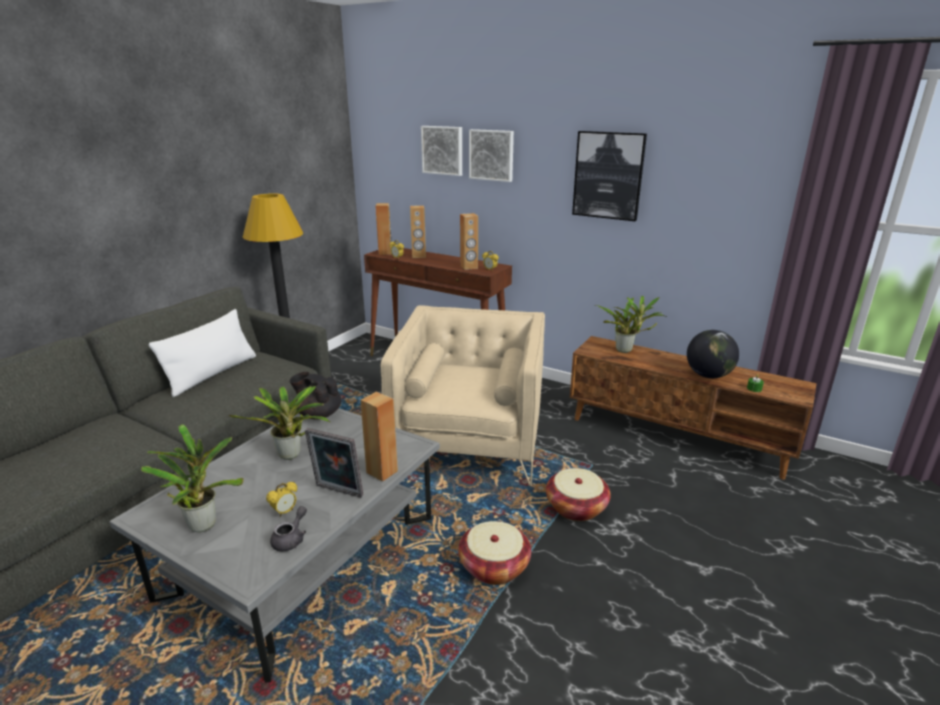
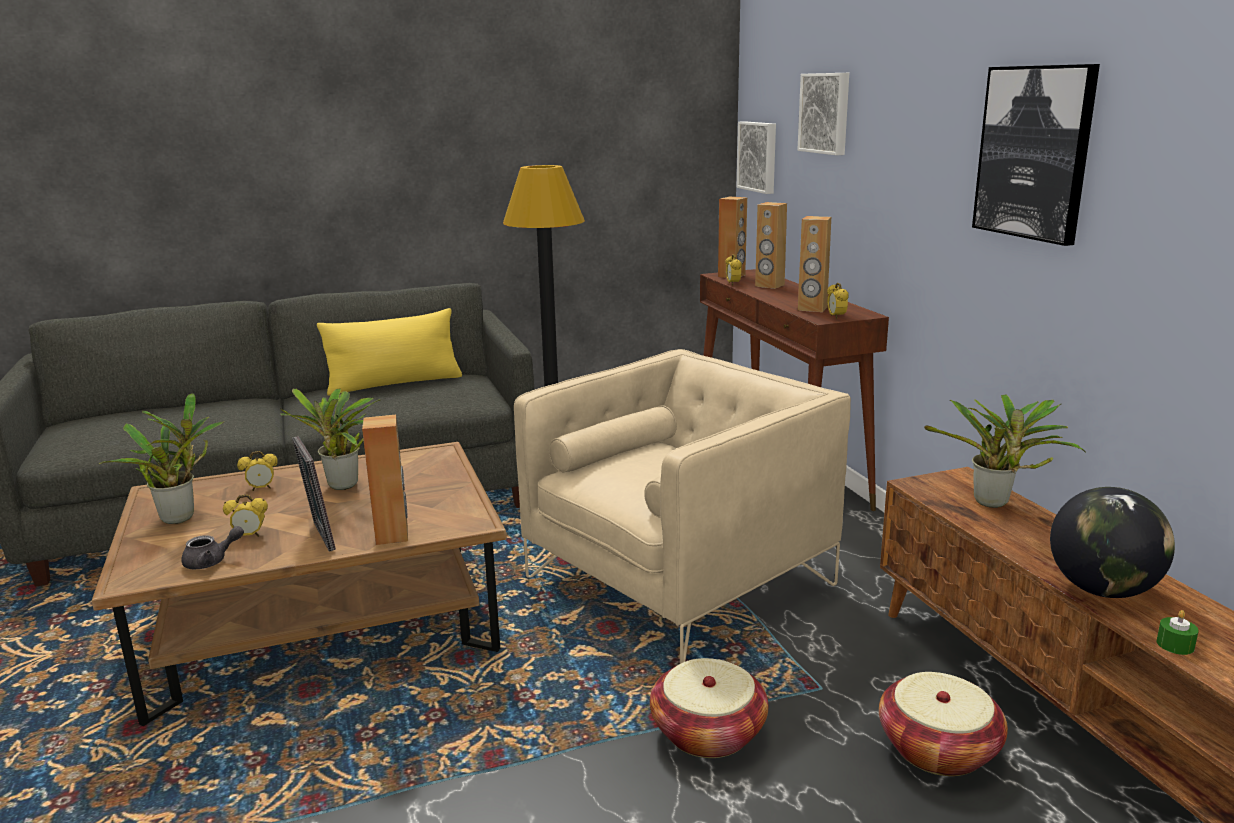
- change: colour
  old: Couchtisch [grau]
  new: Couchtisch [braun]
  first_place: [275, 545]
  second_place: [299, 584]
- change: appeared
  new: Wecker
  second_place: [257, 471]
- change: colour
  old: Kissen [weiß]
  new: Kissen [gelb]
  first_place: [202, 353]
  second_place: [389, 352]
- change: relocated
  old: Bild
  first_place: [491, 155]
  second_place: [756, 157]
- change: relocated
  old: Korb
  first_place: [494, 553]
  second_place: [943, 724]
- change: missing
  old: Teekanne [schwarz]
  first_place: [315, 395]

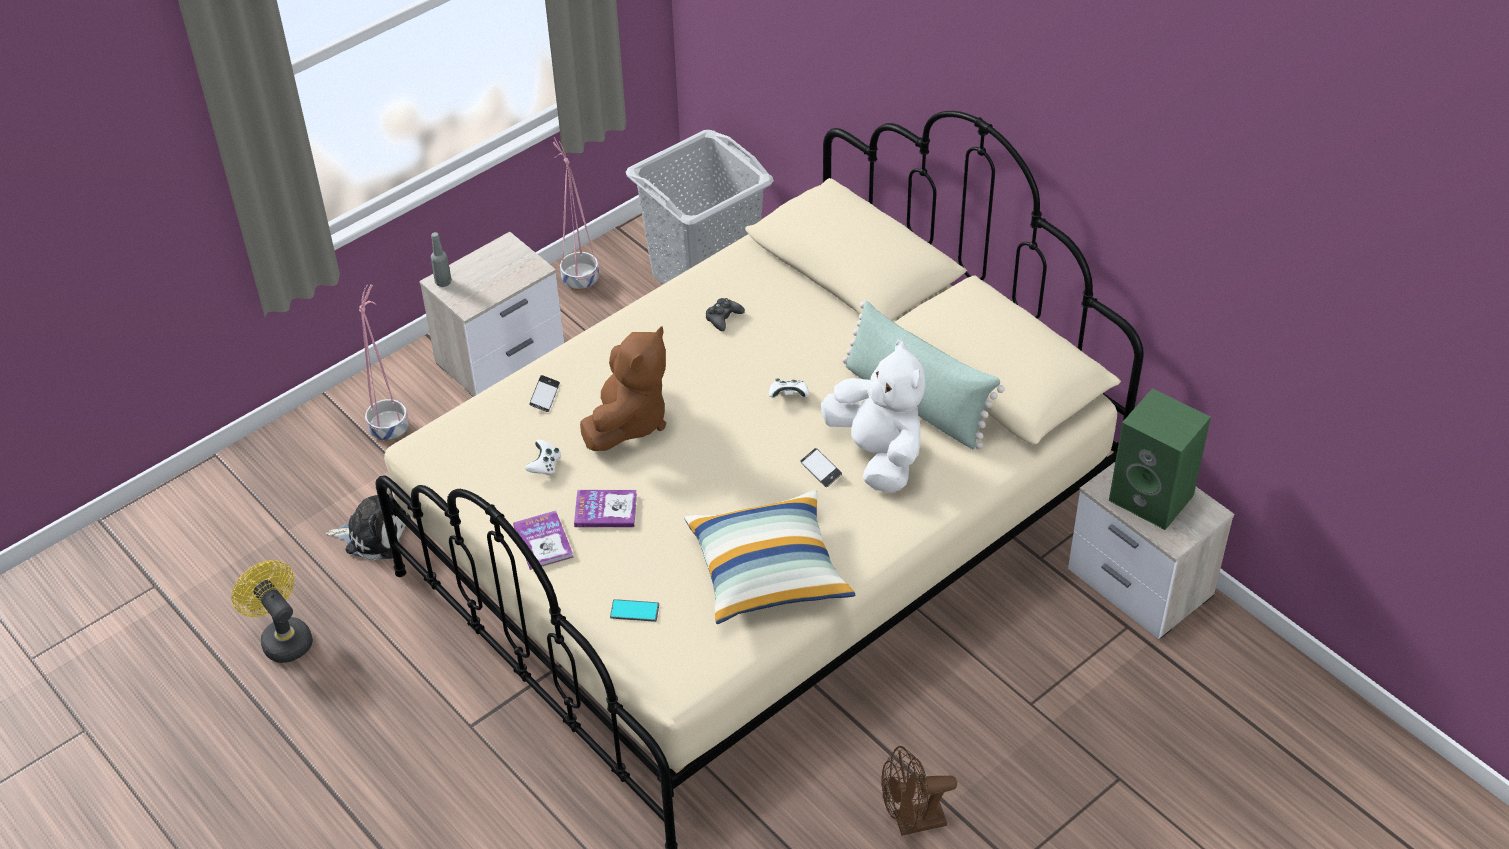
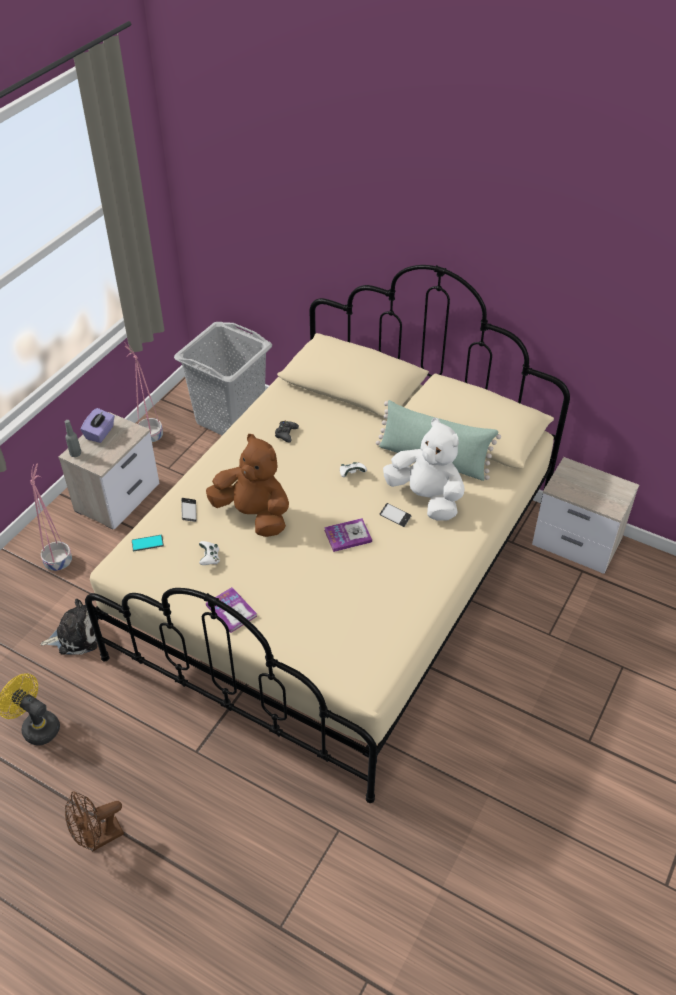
- change: relocated
  old: Ventilator [braun]
  first_place: [919, 791]
  second_place: [94, 821]
- change: appeared
  new: Taschentuchbox [lila]
  second_place: [98, 425]
- change: relocated
  old: Handy
  first_place: [634, 610]
  second_place: [148, 543]
- change: spun
  old: Plüschtier [braun]
  first_place: [623, 388]
  second_place: [247, 485]
  degrees: -60
- change: relocated
  old: Buch
  first_place: [605, 508]
  second_place: [348, 535]
- change: missing
  old: Kissen
  first_place: [770, 557]
- change: missing
  old: Lautsprecher [grün]
  first_place: [1160, 459]

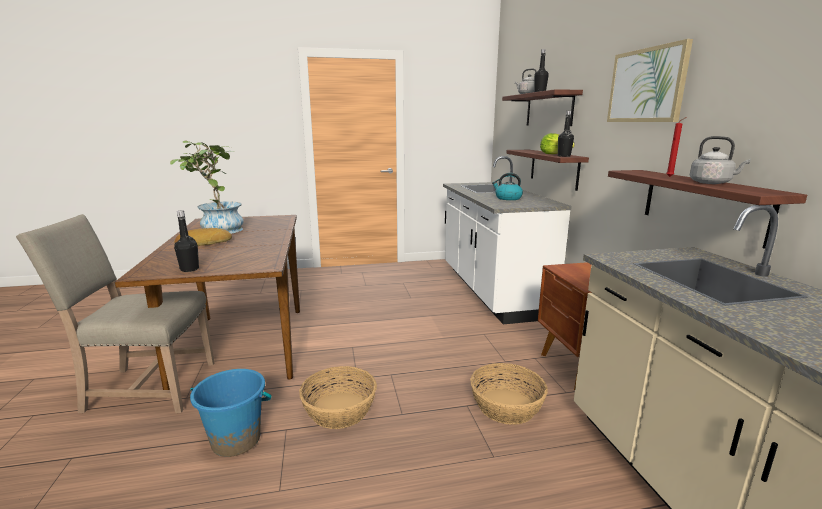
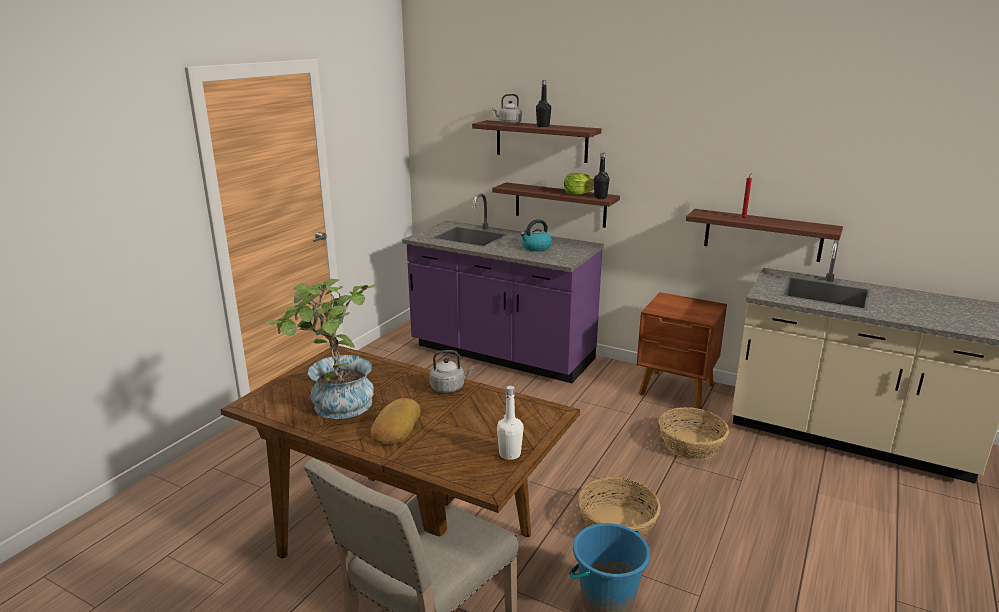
- change: colour
  old: Küchenzeile [weiß]
  new: Küchenzeile [lila]
  first_place: [507, 240]
  second_place: [503, 288]
- change: relocated
  old: Wasserkessel [grau]
  first_place: [720, 160]
  second_place: [451, 371]
- change: colour
  old: Flasche [schwarz]
  new: Flasche [weiß]
  first_place: [186, 241]
  second_place: [510, 423]
- change: missing
  old: Bild
  first_place: [650, 80]

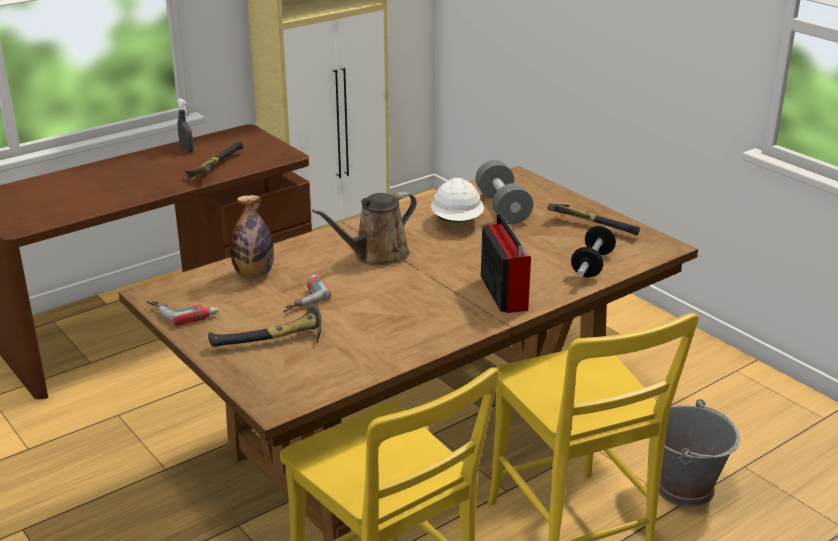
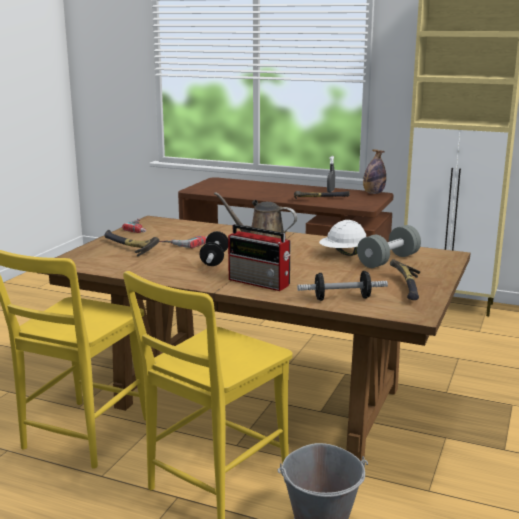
- change: appeared
  new: Hantel
  second_place: [213, 248]
- change: spun
  old: Radio
  first_place: [506, 263]
  second_place: [259, 257]
  degrees: 75
- change: relocated
  old: Flasche
  first_place: [252, 237]
  second_place: [374, 171]

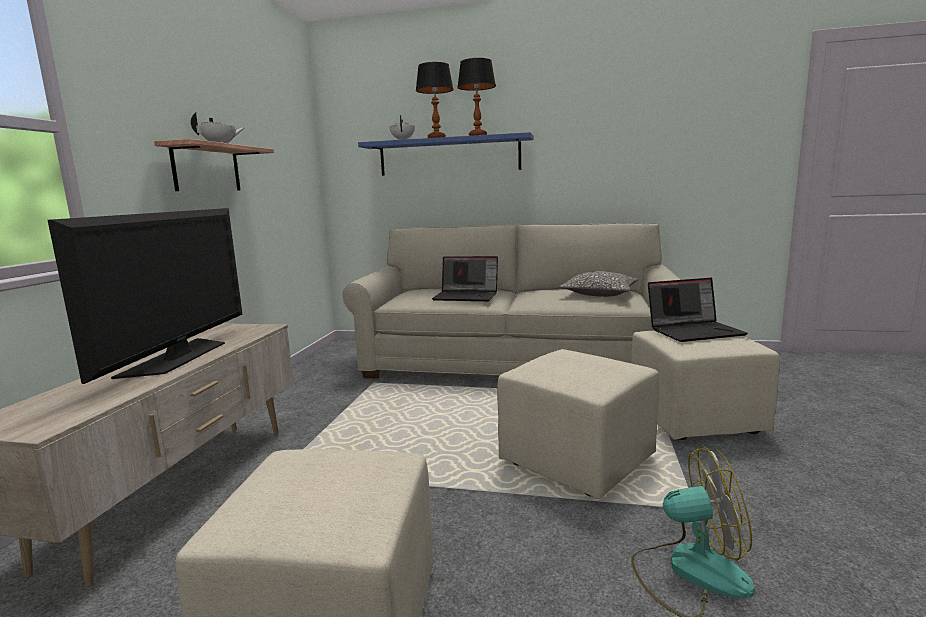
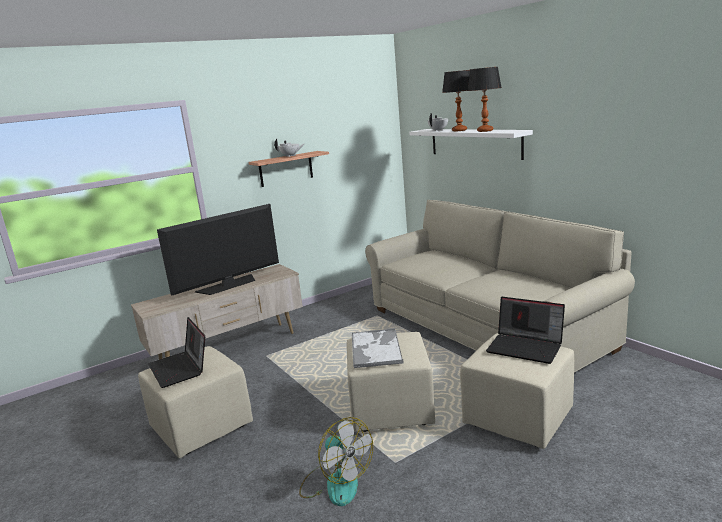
- change: relocated
  old: Laptop
  first_place: [465, 278]
  second_place: [176, 352]
- change: appeared
  new: Tablett
  second_place: [377, 348]
- change: colour
  old: Wandregal [blau]
  new: Wandregal [weiß]
  first_place: [445, 154]
  second_place: [471, 144]
- change: missing
  old: Kissen
  first_place: [598, 284]

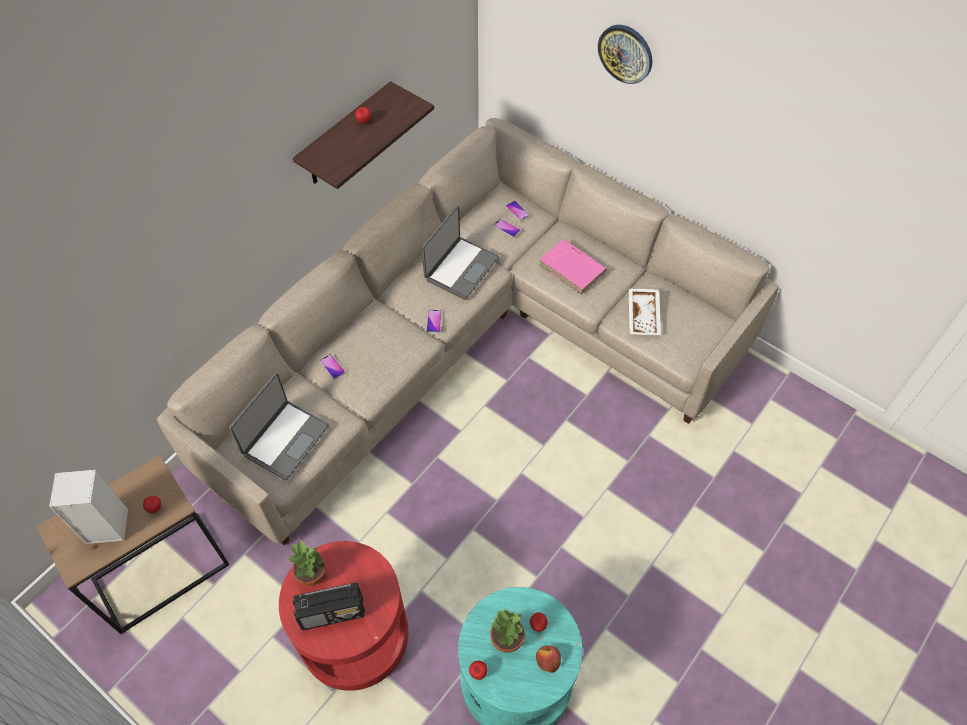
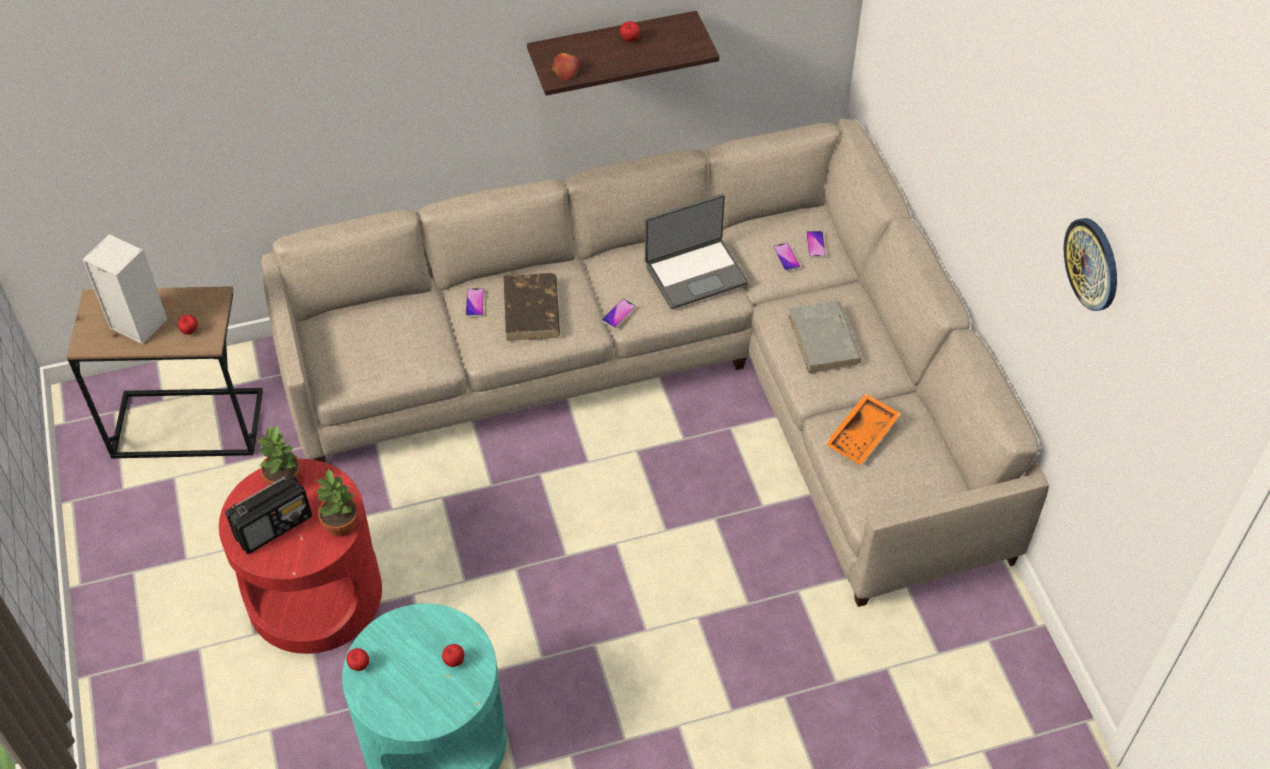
- change: spun
  old: Radio
  first_place: [329, 606]
  second_place: [268, 514]
  degrees: -60
- change: relocated
  old: Topfpflanze
  first_place: [507, 630]
  second_place: [337, 502]
- change: appeared
  new: Buch [braun]
  second_place: [532, 307]
- change: relocated
  old: Apfel
  first_place: [548, 659]
  second_place: [566, 67]
- change: colour
  old: Buch [rosa]
  new: Buch [grau]
  first_place: [573, 267]
  second_place: [825, 337]
- change: colour
  old: Tablett [weiß]
  new: Tablett [orange]
  first_place: [645, 311]
  second_place: [863, 429]
- change: relocated
  old: Wanduhr
  first_place: [625, 54]
  second_place: [1090, 264]
- change: missing
  old: Laptop
  first_place: [279, 426]

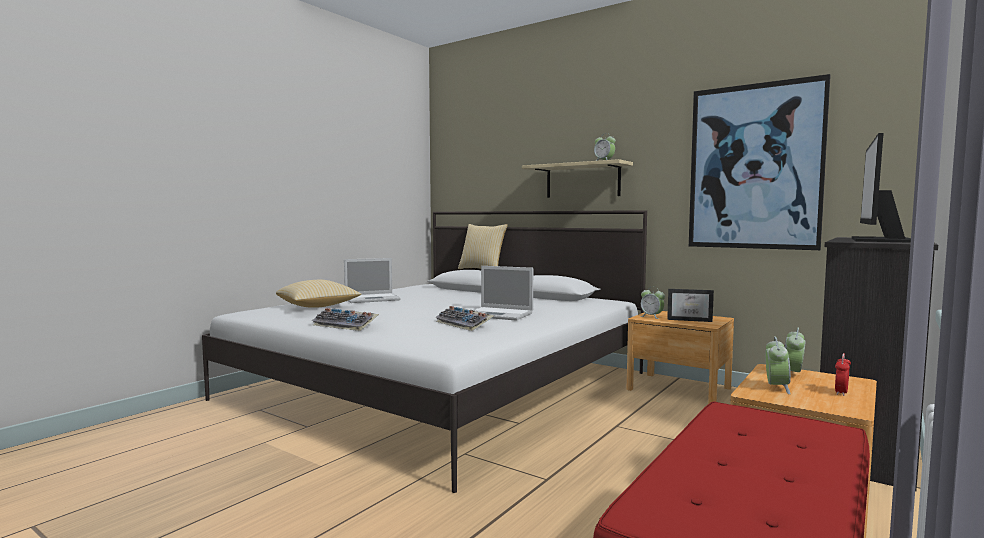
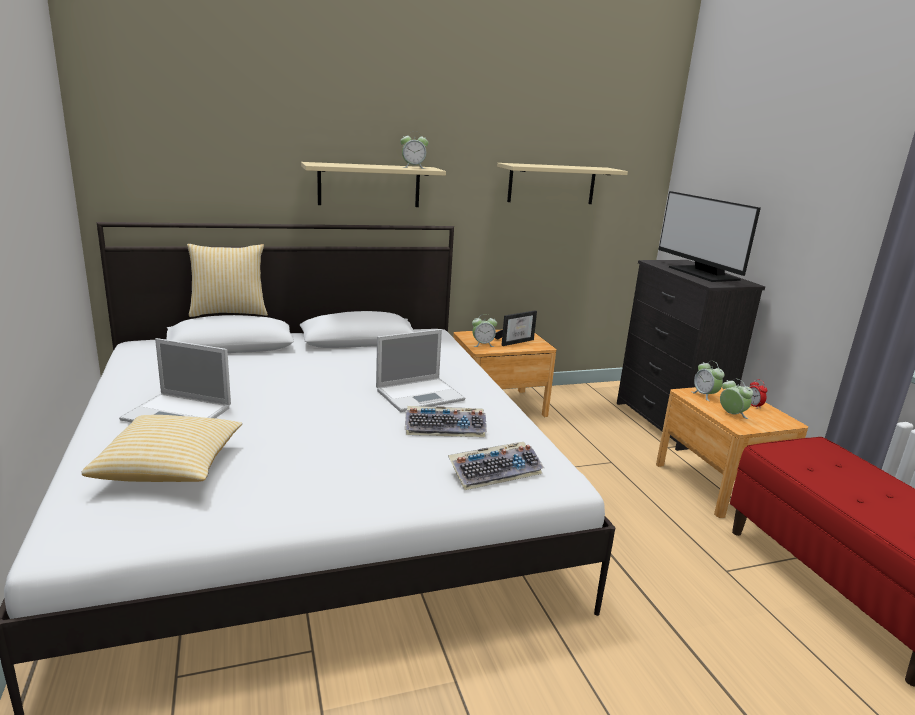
- change: spun
  old: Laptop
  first_place: [372, 280]
  second_place: [175, 380]
  degrees: 90
- change: relocated
  old: Tastatur
  first_place: [345, 319]
  second_place: [496, 466]
- change: exchanged
  old: Bild
  new: Wandregal [beige]
  first_place: [760, 162]
  second_place: [562, 183]

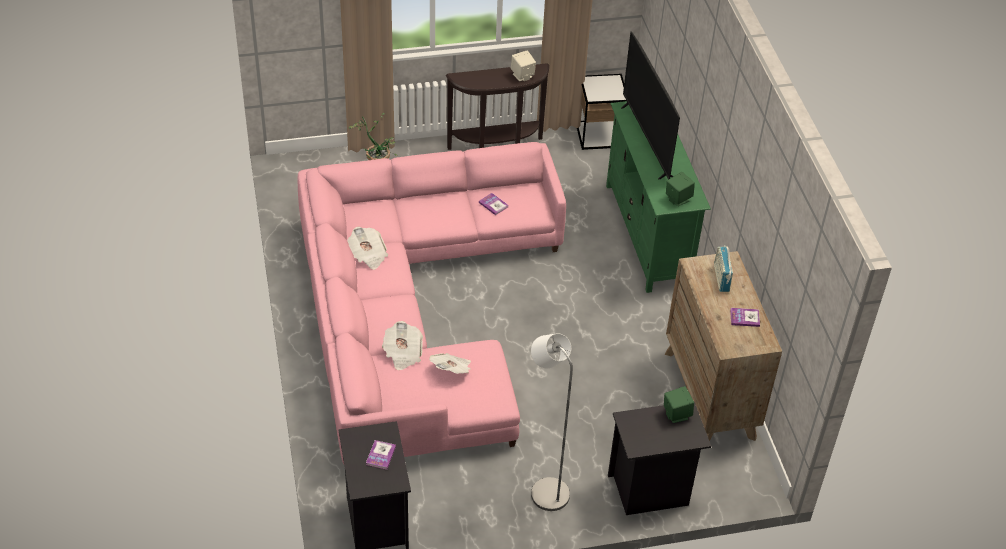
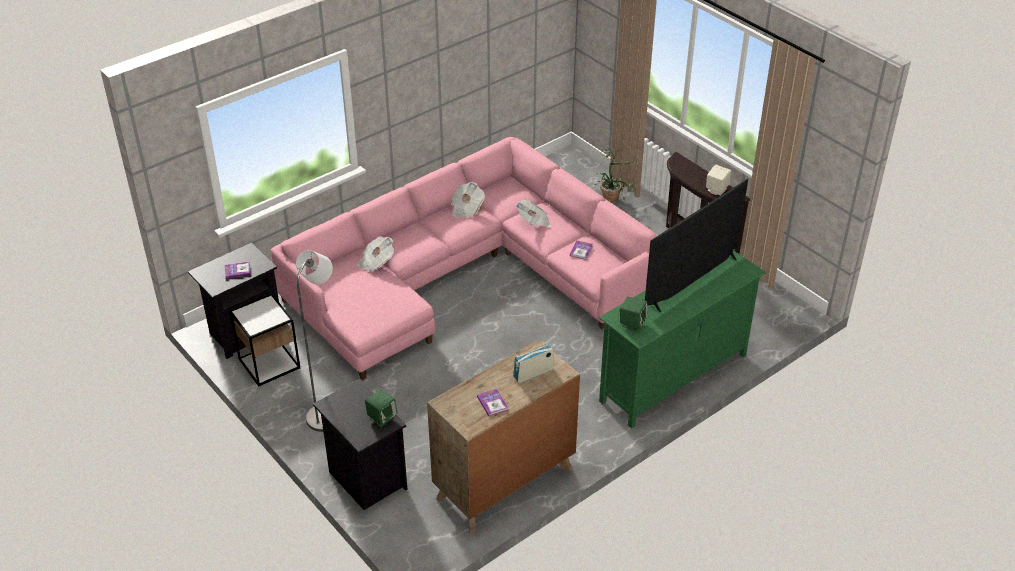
- change: relocated
  old: Beistelltisch
  first_place: [602, 112]
  second_place: [264, 340]
- change: relocated
  old: Zeitung
  first_place: [450, 363]
  second_place: [533, 213]

